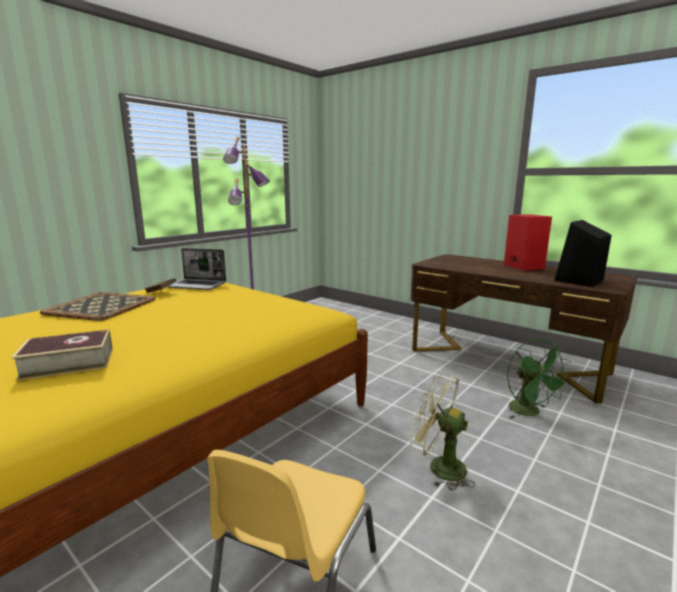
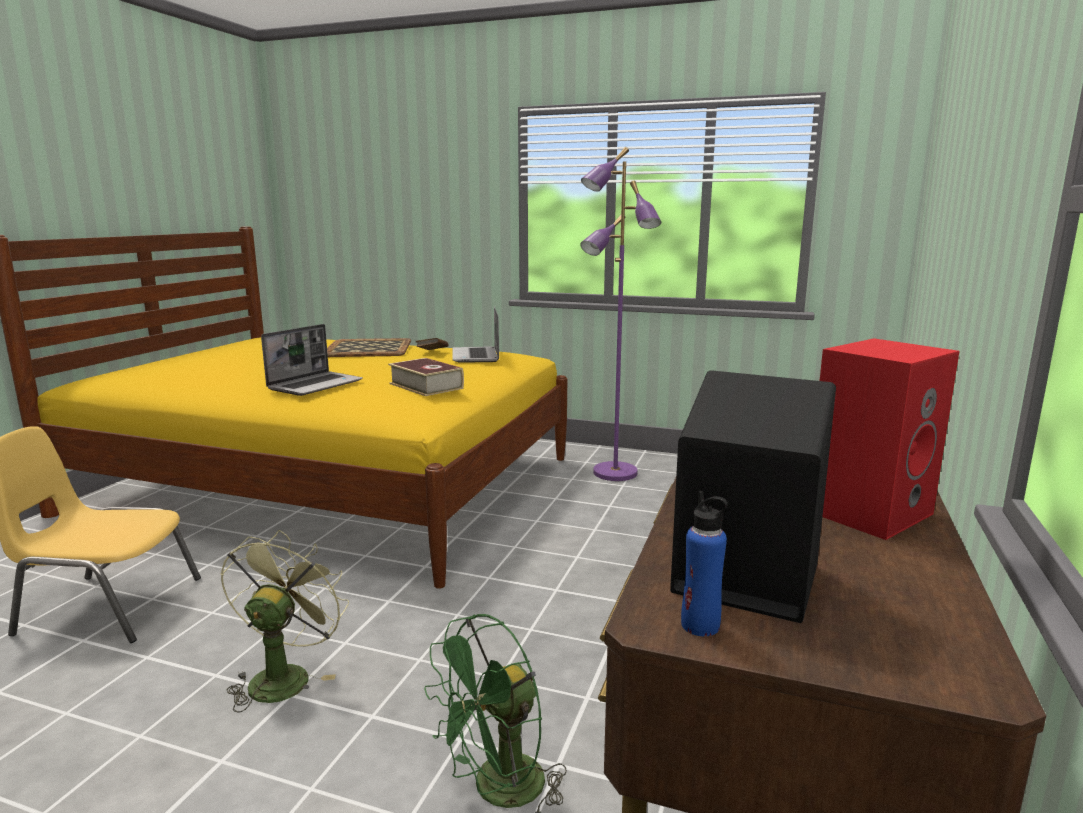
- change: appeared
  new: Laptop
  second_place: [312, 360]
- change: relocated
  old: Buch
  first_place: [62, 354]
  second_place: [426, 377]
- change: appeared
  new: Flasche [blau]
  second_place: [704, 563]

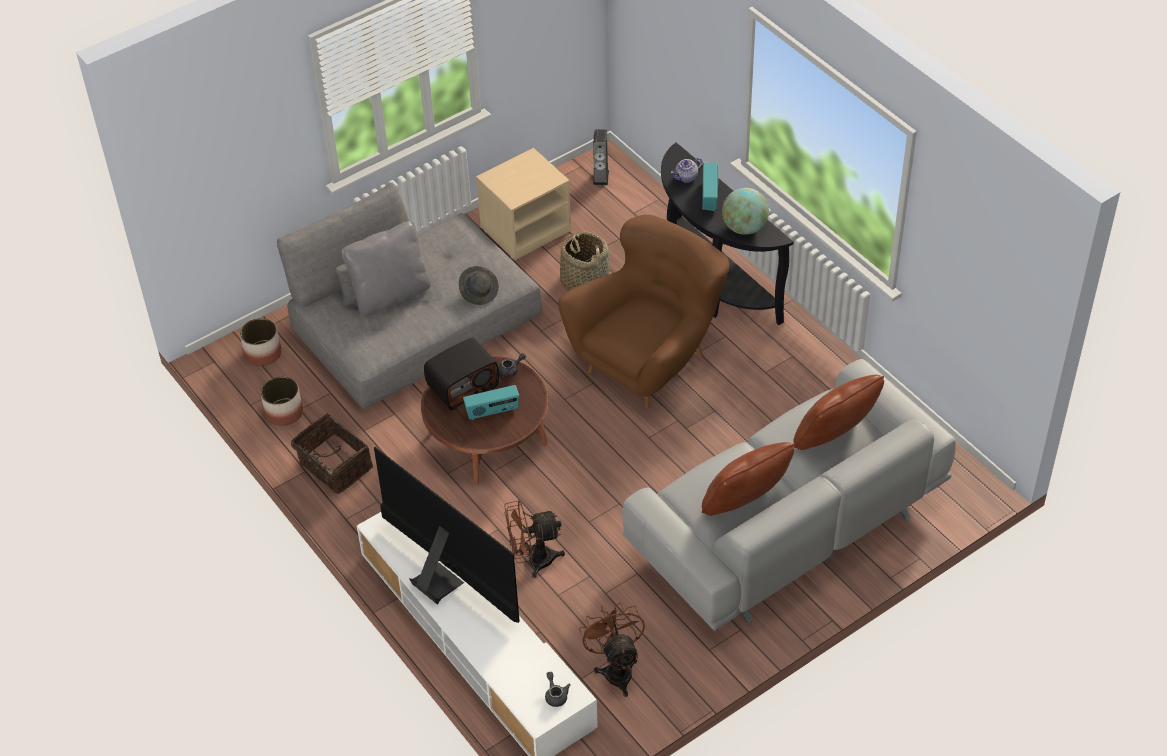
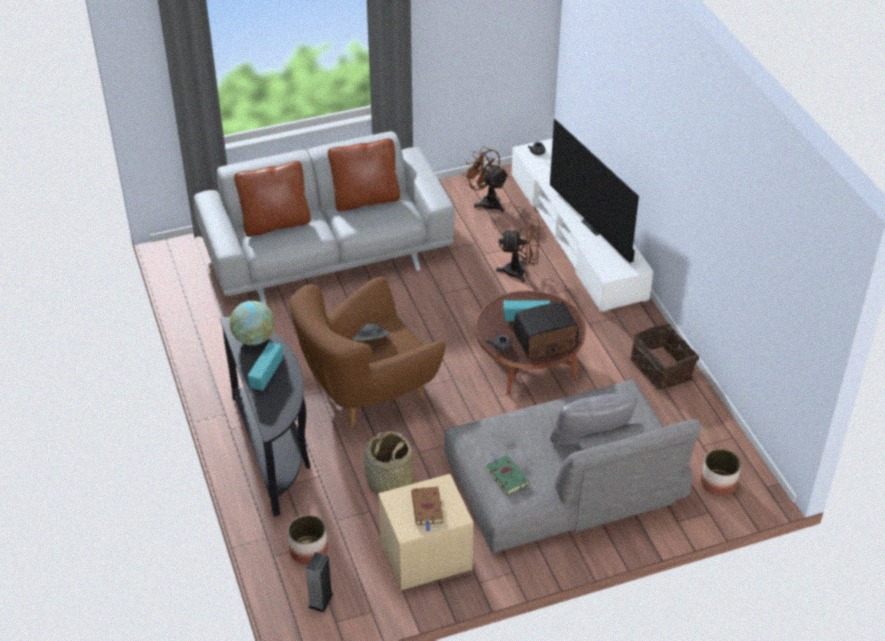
- change: relocated
  old: Pflanzkübel
  first_place: [282, 401]
  second_place: [308, 540]
- change: relocated
  old: Hut [grau]
  first_place: [479, 285]
  second_place: [371, 332]
- change: appeared
  new: Buch [braun]
  second_place: [427, 509]
- change: spun
  old: Ventilator [braun]
  first_place: [612, 649]
  second_place: [485, 179]
  degrees: 135
- change: appeared
  new: Buch [grün]
  second_place: [508, 475]
- change: missing
  old: Teekanne
  first_place: [686, 170]

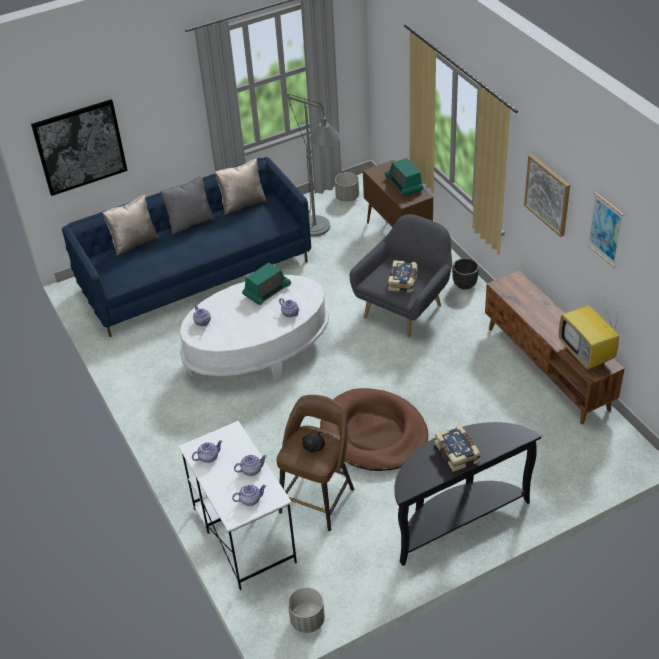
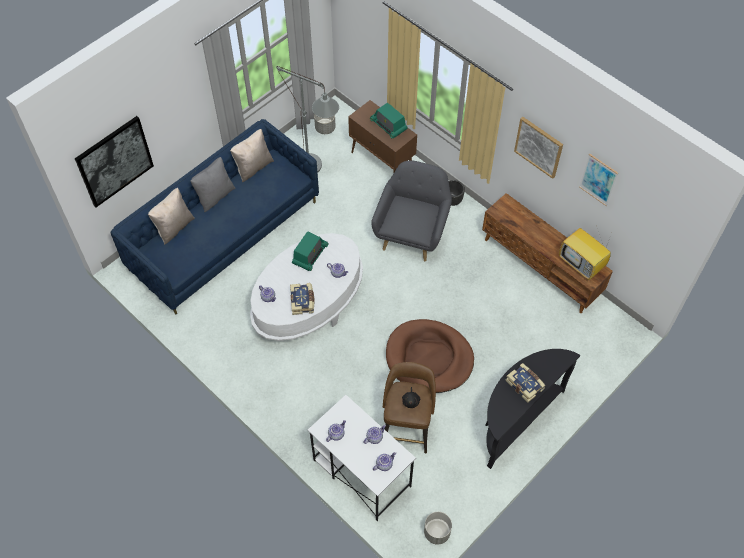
- change: relocated
  old: Buch
  first_place: [402, 276]
  second_place: [302, 299]

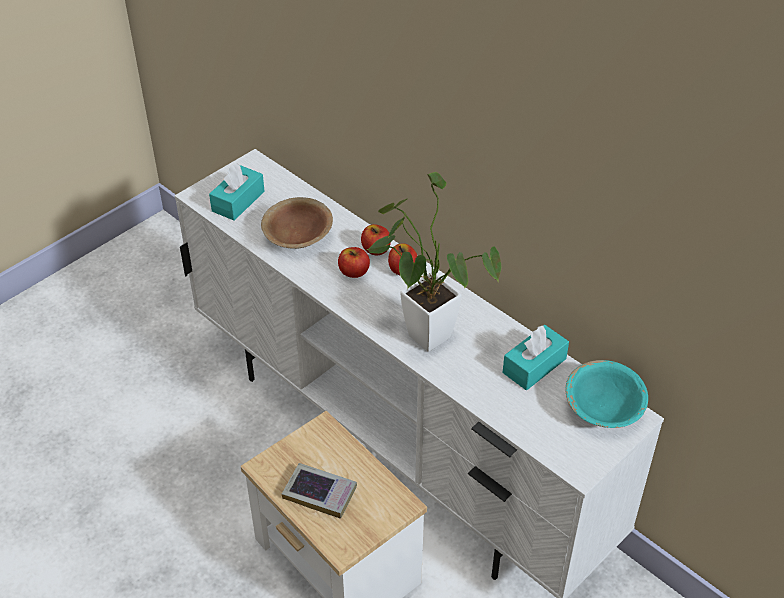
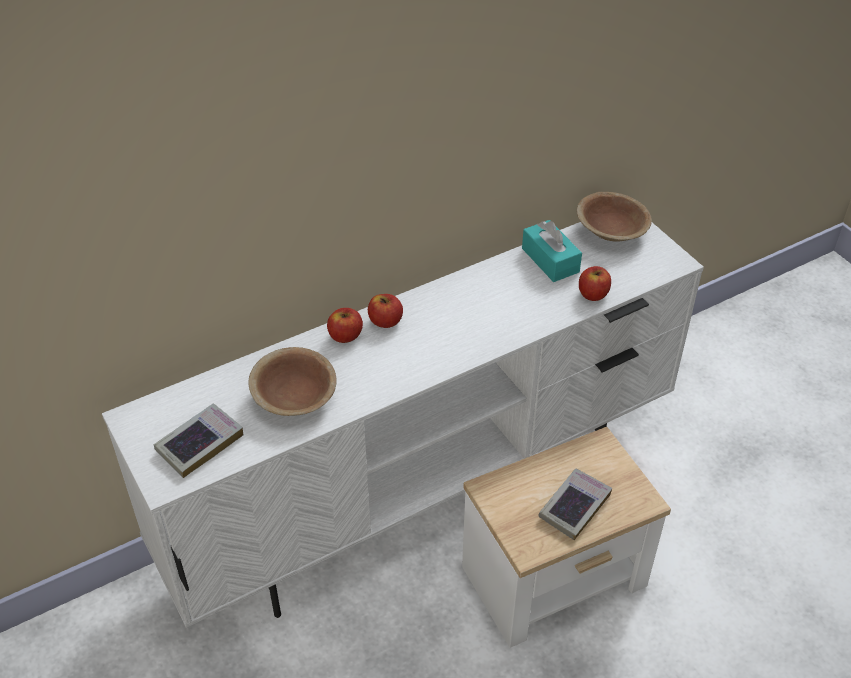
- change: exchanged
  old: Taschentuchbox [türkis]
  new: Buch
  first_place: [237, 192]
  second_place: [198, 441]
- change: colour
  old: Schüssel [türkis]
  new: Schüssel [braun]
  first_place: [606, 394]
  second_place: [614, 217]
- change: relocated
  old: Apfel
  first_place: [354, 262]
  second_place: [595, 283]
- change: missing
  old: Topfpflanze
  first_place: [433, 262]

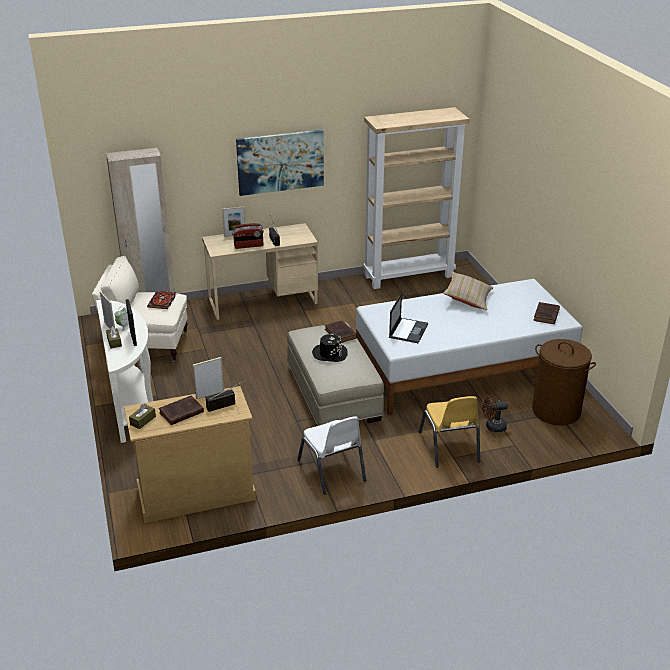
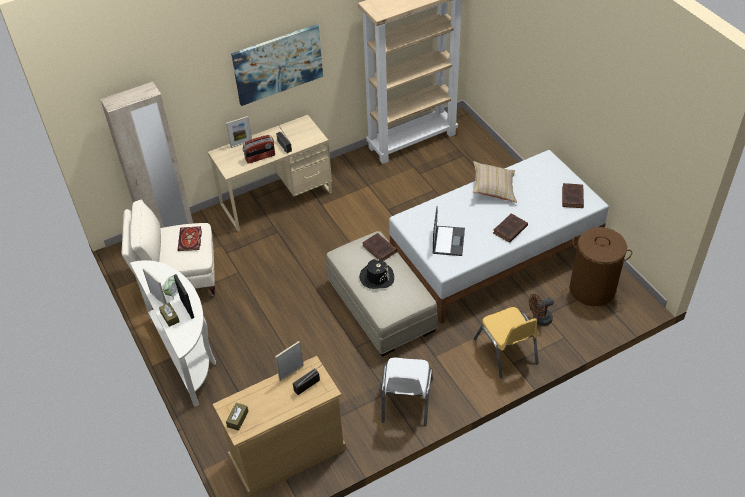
- change: spun
  old: Stuhl [weiß]
  first_place: [331, 455]
  second_place: [407, 392]
  degrees: 45
- change: relocated
  old: Buch [braun]
  first_place: [181, 410]
  second_place: [510, 228]

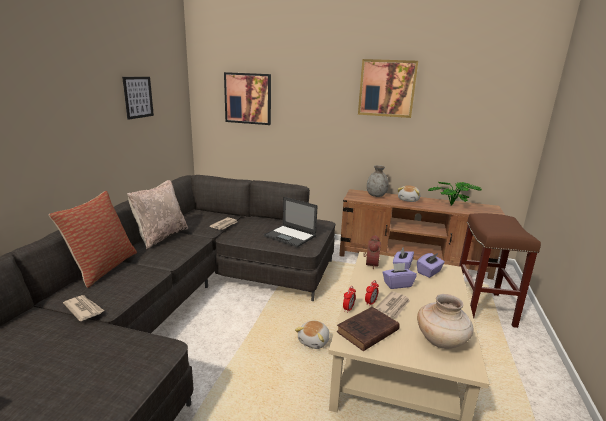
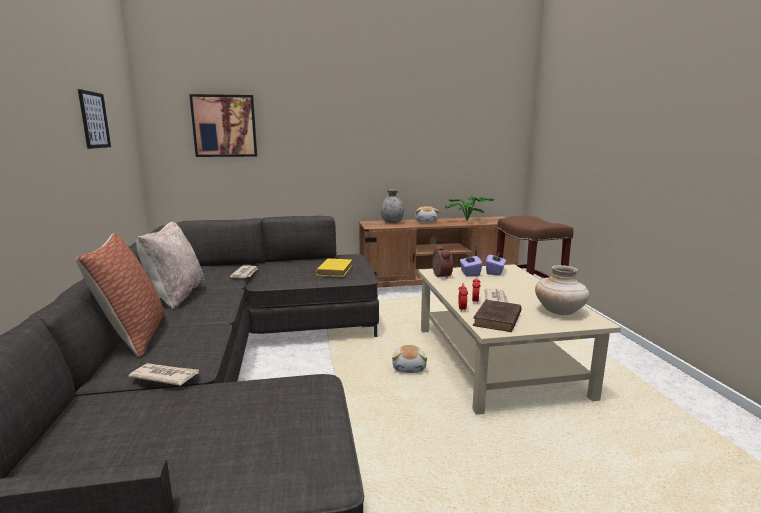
- change: exchanged
  old: Laptop
  new: Buch [gelb]
  first_place: [291, 222]
  second_place: [334, 268]
- change: missing
  old: Bild
  first_place: [388, 88]
- change: missing
  old: Taschentuchbox [lila]
  first_place: [399, 276]

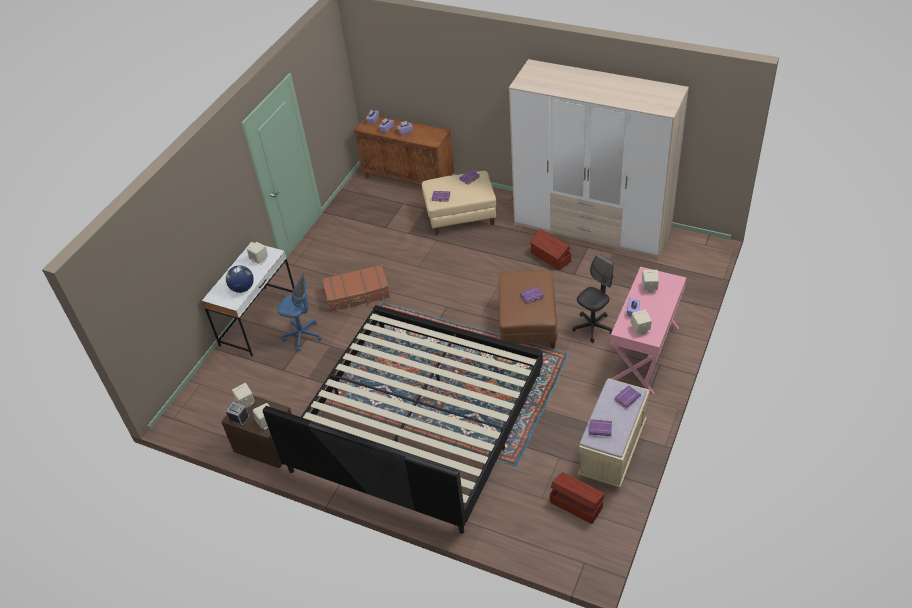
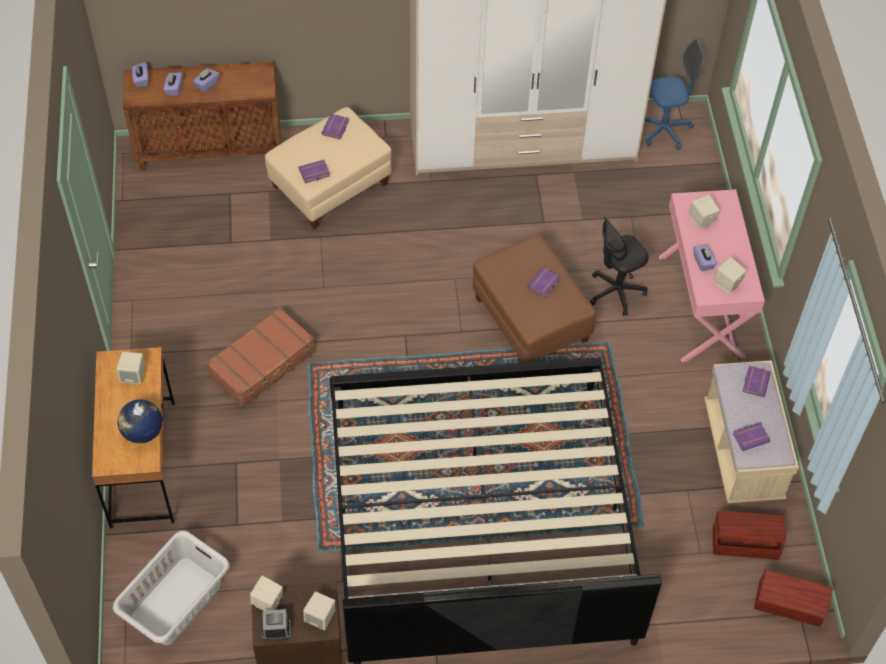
- change: colour
  old: Schreibtisch [weiß]
  new: Schreibtisch [braun]
  first_place: [248, 299]
  second_place: [133, 437]
- change: appeared
  new: Wäschekorb [grau]
  second_place: [171, 588]
- change: spun
  old: Bürostuhl [schwarz]
  first_place: [593, 298]
  second_place: [619, 266]
  degrees: -135
- change: relocated
  old: Bürostuhl [blau]
  first_place: [299, 312]
  second_place: [674, 94]
- change: relocated
  old: Aufbewahrungsbox [braun]
  first_place: [550, 250]
  second_place: [793, 598]

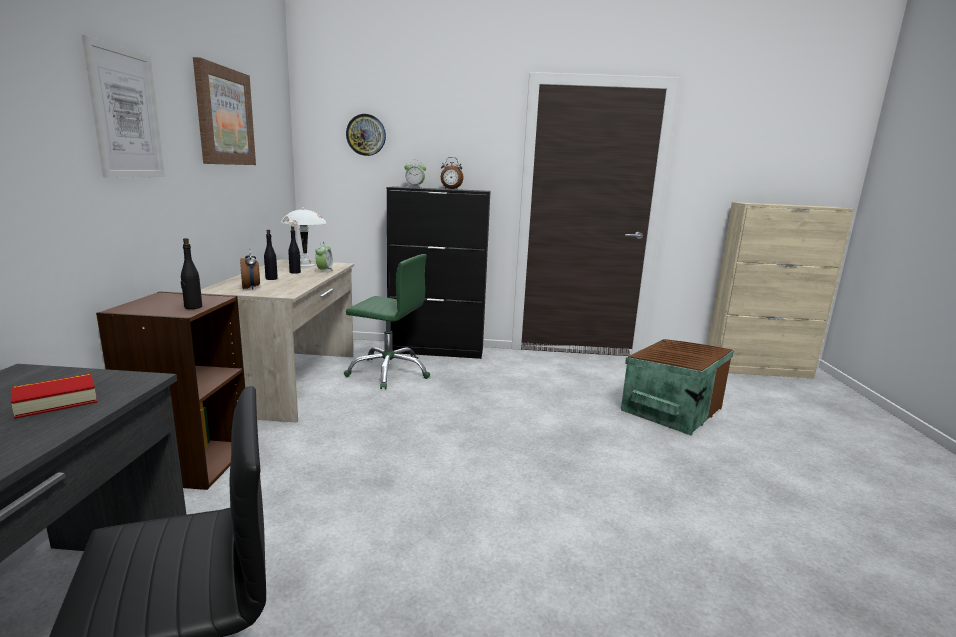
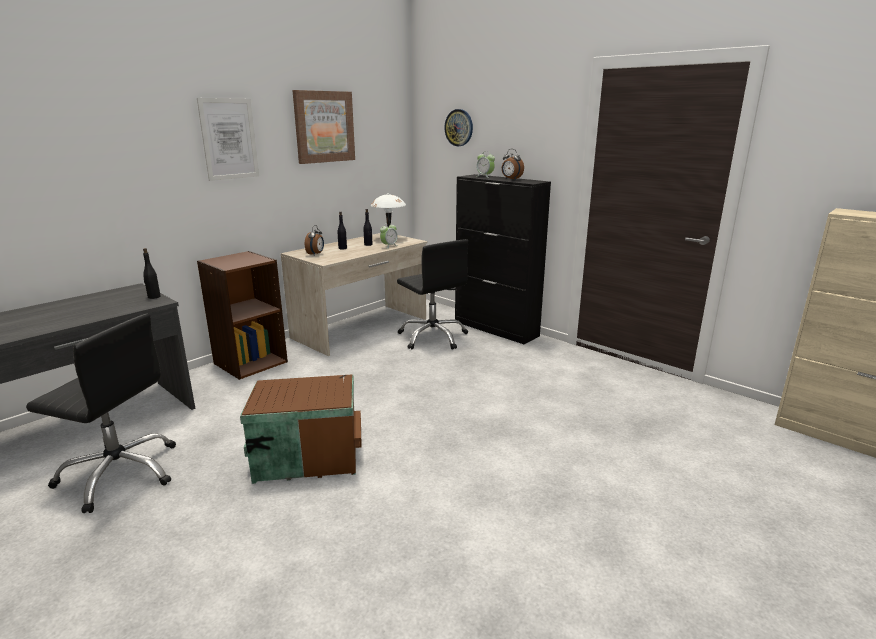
- change: relocated
  old: Flasche [schwarz]
  first_place: [191, 273]
  second_place: [152, 273]
- change: relocated
  old: Aufbewahrungsbox [braun]
  first_place: [677, 387]
  second_place: [301, 429]
- change: colour
  old: Bürostuhl [grün]
  new: Bürostuhl [schwarz]
  first_place: [387, 321]
  second_place: [433, 294]
- change: missing
  old: Buch
  first_place: [54, 396]

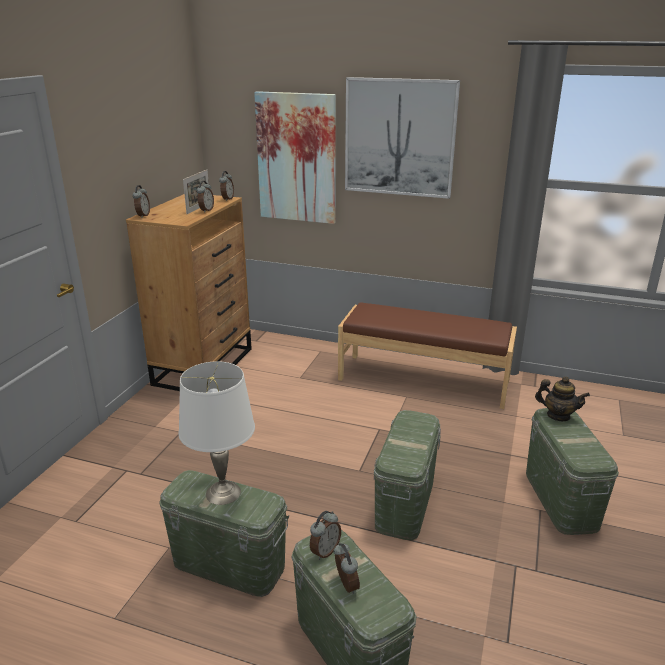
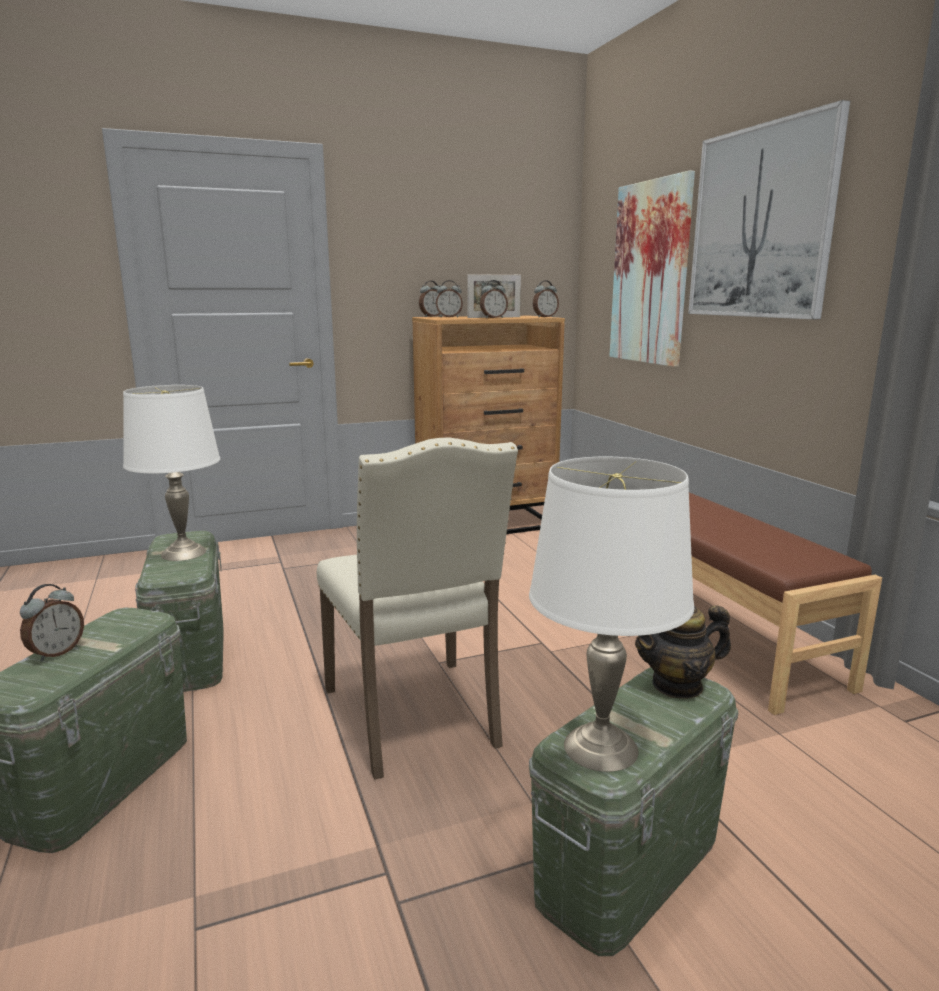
- change: exchanged
  old: Aufbewahrungsbox [grün]
  new: Stuhl [beige]
  first_place: [407, 475]
  second_place: [417, 609]
- change: relocated
  old: Wecker
  first_place: [325, 535]
  second_place: [449, 298]
- change: appeared
  new: Tischlampe [weiß]
  second_place: [611, 614]
- change: spun
  old: Teekanne
  first_place: [562, 399]
  second_place: [683, 652]
  degrees: 90

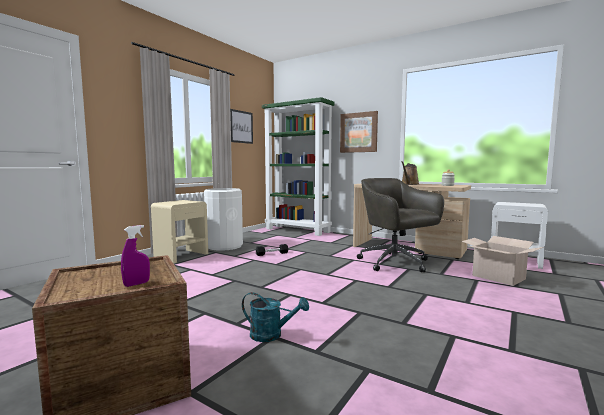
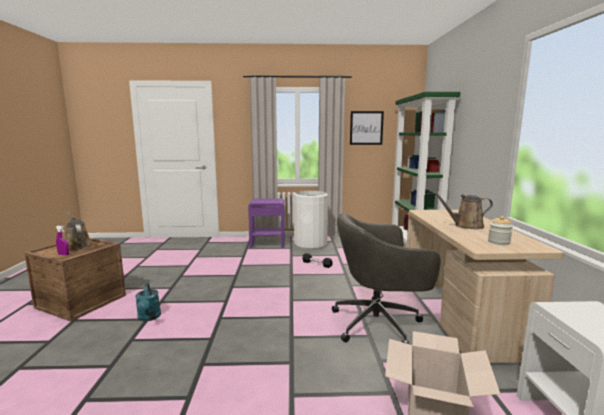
- change: appeared
  new: Gießkanne [braun]
  second_place: [78, 231]
- change: colour
  old: Nachttisch [beige]
  new: Nachttisch [lila]
  first_place: [179, 231]
  second_place: [266, 223]
- change: spun
  old: Bürostuhl [grau]
  first_place: [400, 225]
  second_place: [386, 278]
  degrees: -120
- change: missing
  old: Bild
  first_place: [359, 132]

